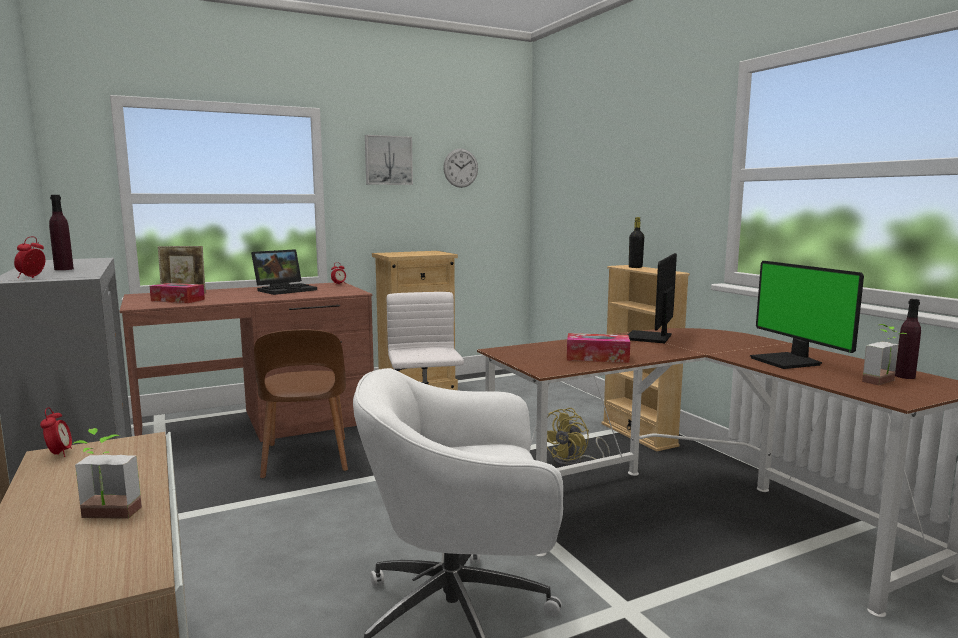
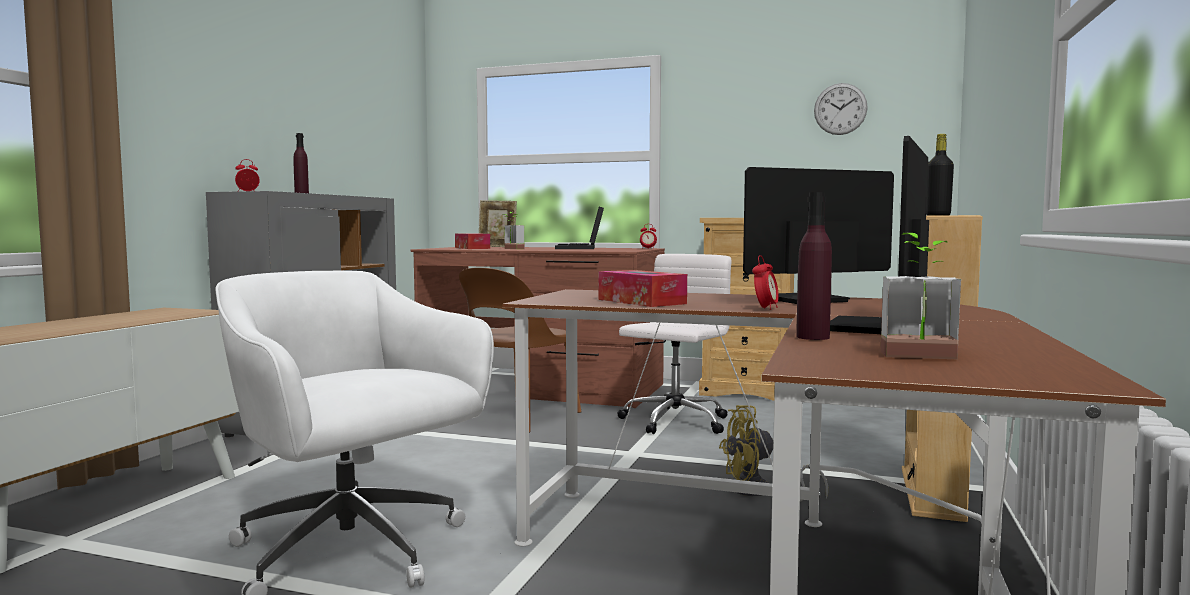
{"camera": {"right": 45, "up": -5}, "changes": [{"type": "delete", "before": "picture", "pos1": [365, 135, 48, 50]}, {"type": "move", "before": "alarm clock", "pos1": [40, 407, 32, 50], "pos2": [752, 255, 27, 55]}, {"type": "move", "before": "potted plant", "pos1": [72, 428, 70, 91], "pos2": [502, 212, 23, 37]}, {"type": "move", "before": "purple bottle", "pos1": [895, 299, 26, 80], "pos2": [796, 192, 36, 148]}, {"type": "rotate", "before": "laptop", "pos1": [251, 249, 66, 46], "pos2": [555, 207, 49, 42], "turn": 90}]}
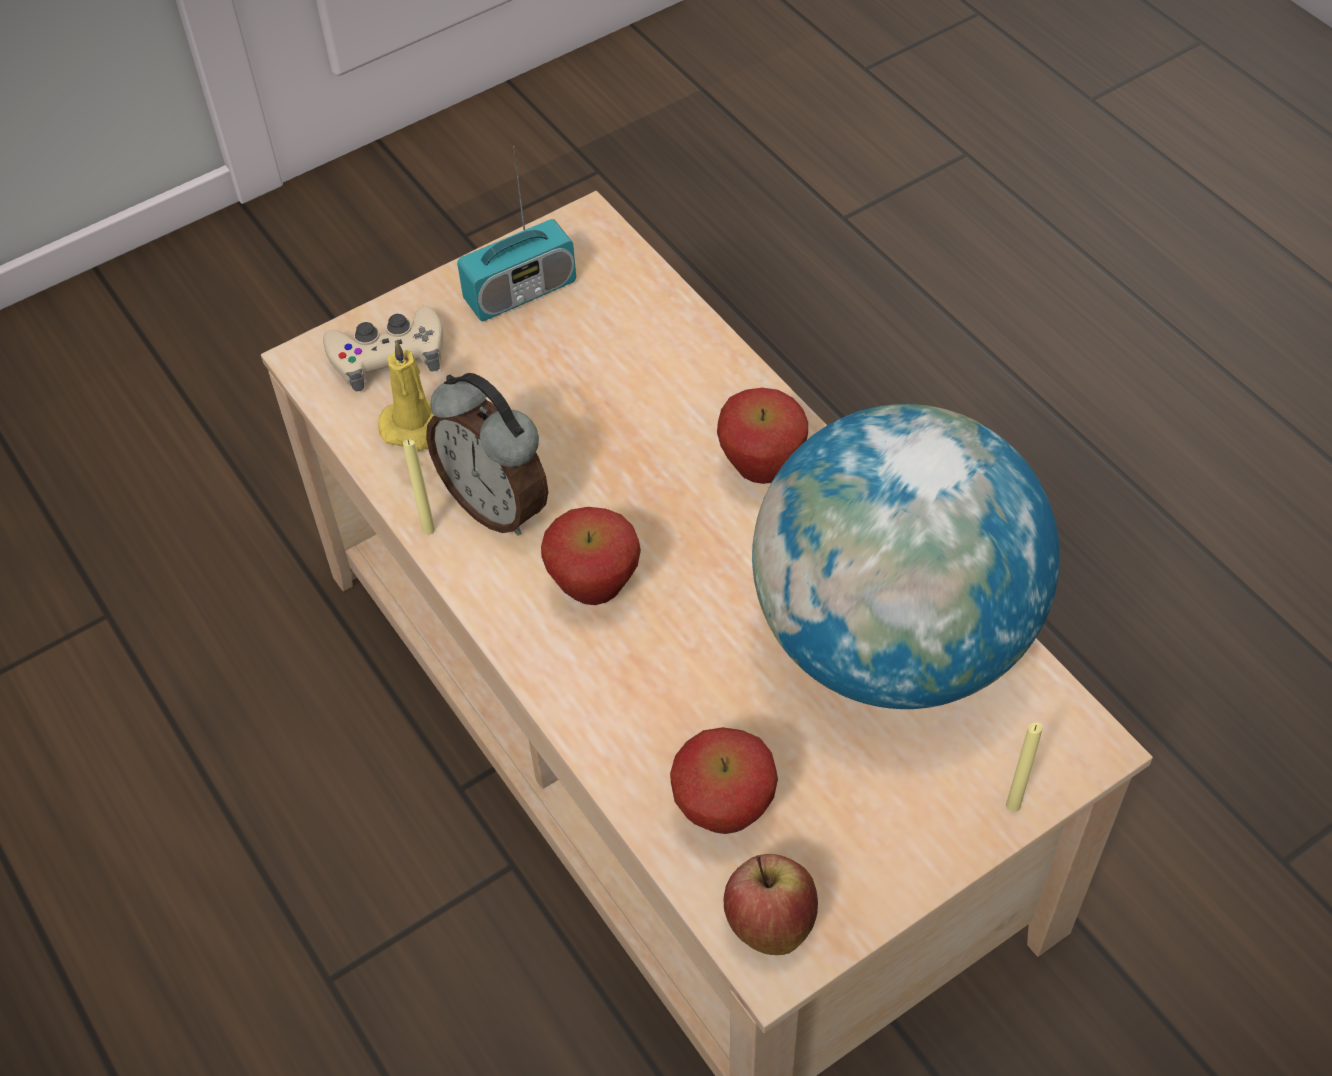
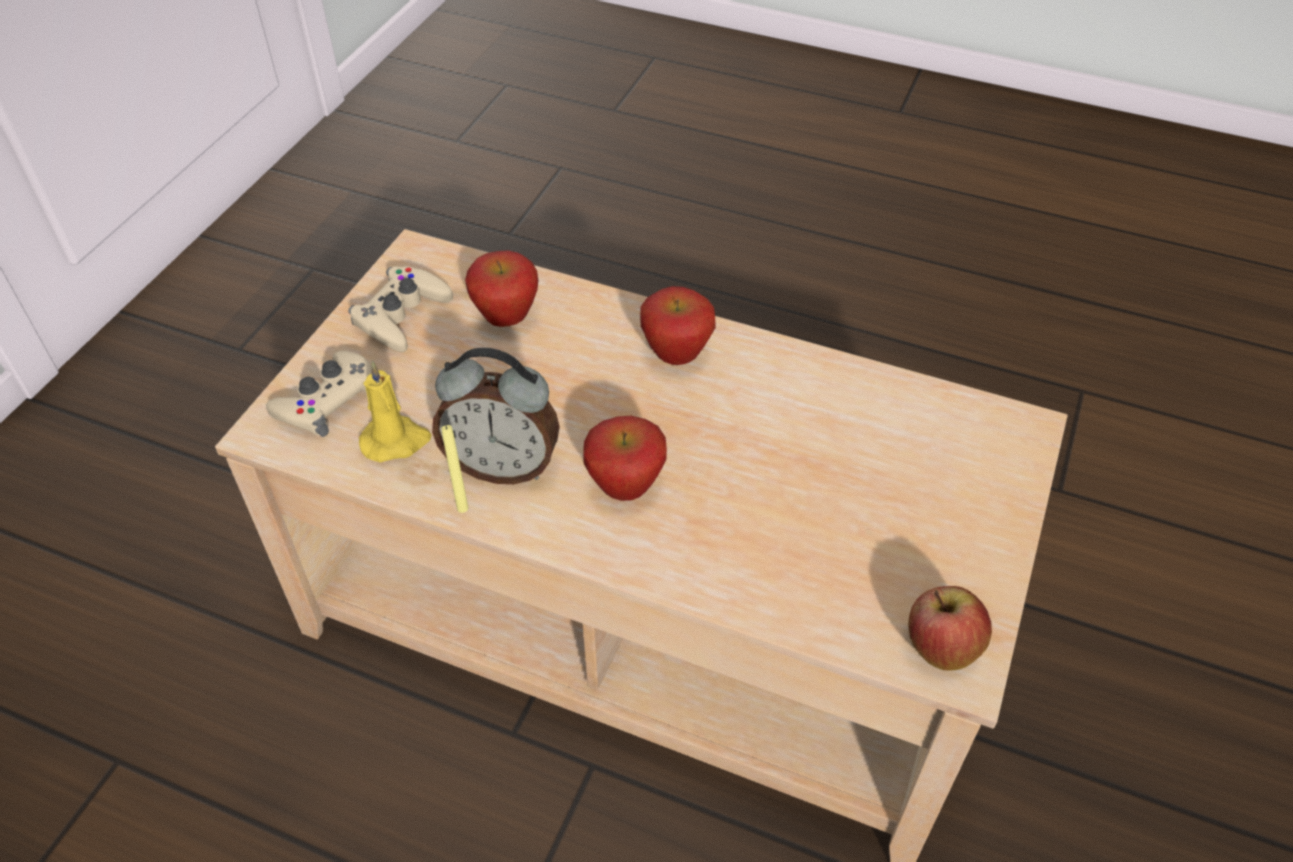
{"camera": {"right": -35, "up": -5}, "changes": [{"type": "delete", "before": "globe", "pos1": [752, 404, 308, 305]}, {"type": "delete", "before": "yellow candle", "pos1": [1006, 723, 36, 89]}, {"type": "move", "before": "apple", "pos1": [670, 727, 108, 107], "pos2": [465, 250, 73, 77]}, {"type": "replace", "before": "radio", "after": "beige game controller", "pos1": [457, 146, 119, 175], "pos2": [348, 266, 105, 86]}]}
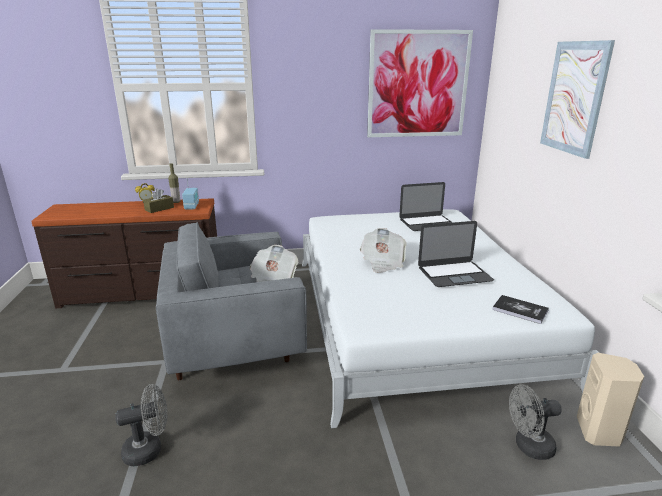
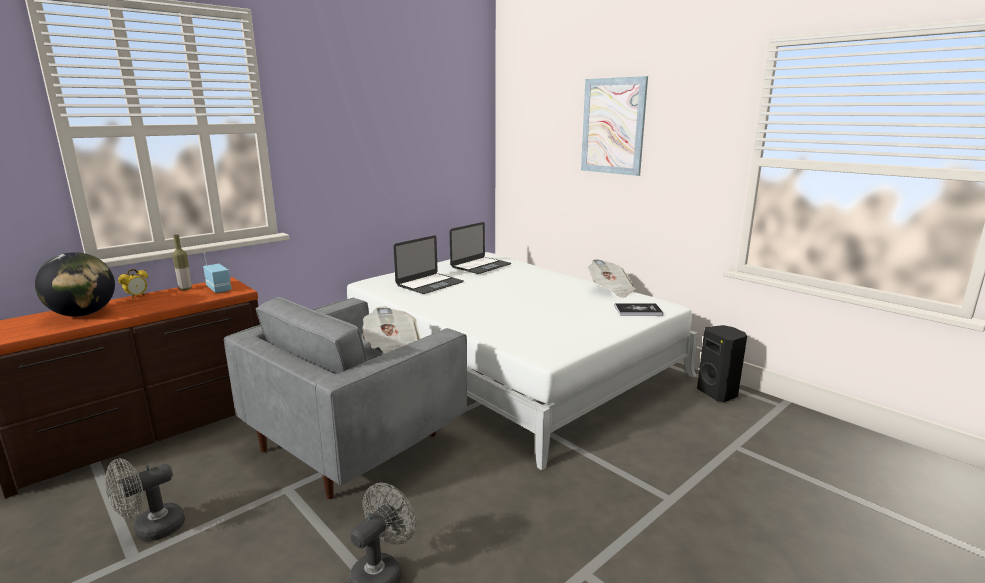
{"camera": {"right": -35, "up": -5}, "changes": [{"type": "delete", "before": "brown tissue box", "pos1": [143, 189, 31, 24]}, {"type": "delete", "before": "picture", "pos1": [367, 29, 106, 108]}, {"type": "insert", "after": "globe", "pos2": [35, 252, 80, 65]}, {"type": "move", "before": "newspaper", "pos1": [360, 228, 47, 45], "pos2": [588, 259, 48, 39]}, {"type": "move", "before": "laptop", "pos1": [418, 221, 76, 66], "pos2": [393, 235, 71, 59]}, {"type": "move", "before": "grey fan", "pos1": [509, 384, 53, 76], "pos2": [105, 458, 80, 83]}, {"type": "recolor", "before": "beige speaker", "after": "black speaker", "pos1": [577, 353, 67, 94], "pos2": [697, 325, 50, 77]}]}
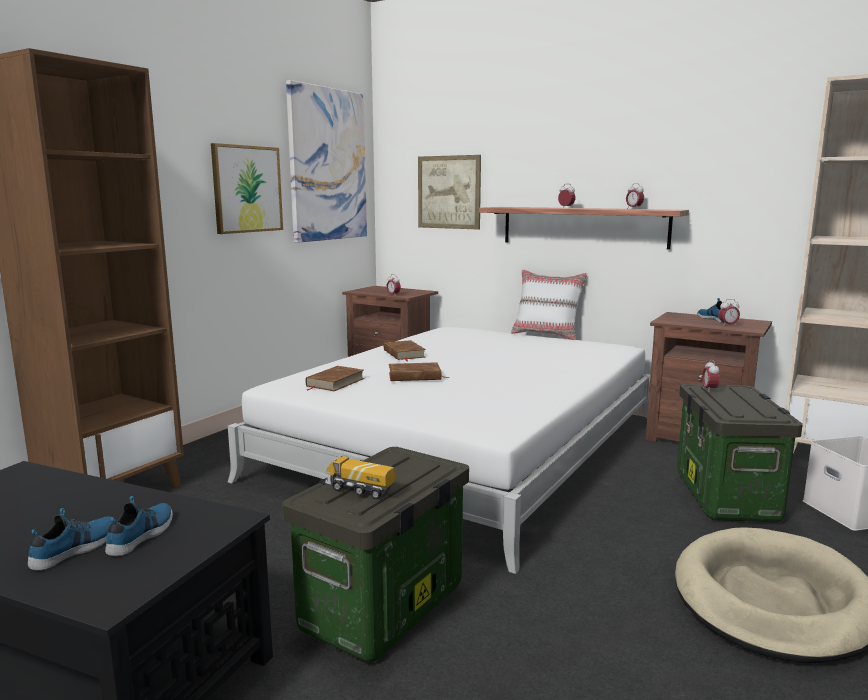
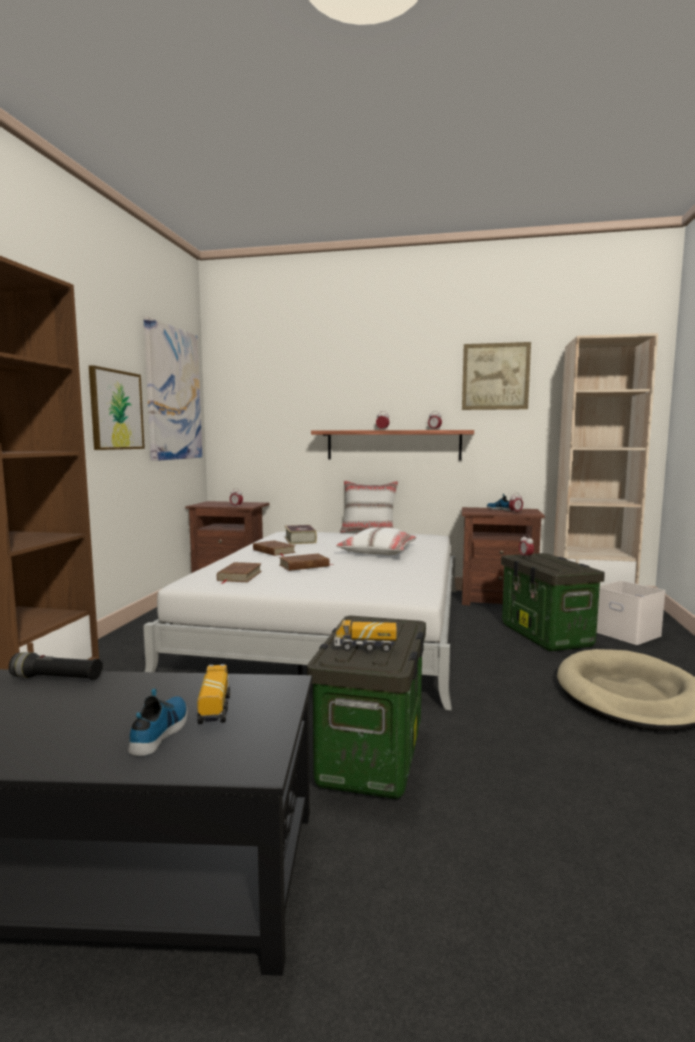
{"camera": {"right": -20, "up": -5}, "changes": [{"type": "insert", "after": "black flashlight", "pos2": [9, 652, 94, 28]}, {"type": "insert", "after": "book", "pos2": [284, 525, 33, 19]}, {"type": "insert", "after": "white pillow", "pos2": [336, 527, 80, 28]}, {"type": "move", "before": "picture", "pos1": [418, 155, 63, 75], "pos2": [462, 342, 69, 68]}, {"type": "replace", "before": "shoe", "after": "toy truck", "pos1": [105, 496, 68, 60], "pos2": [197, 664, 33, 60]}]}
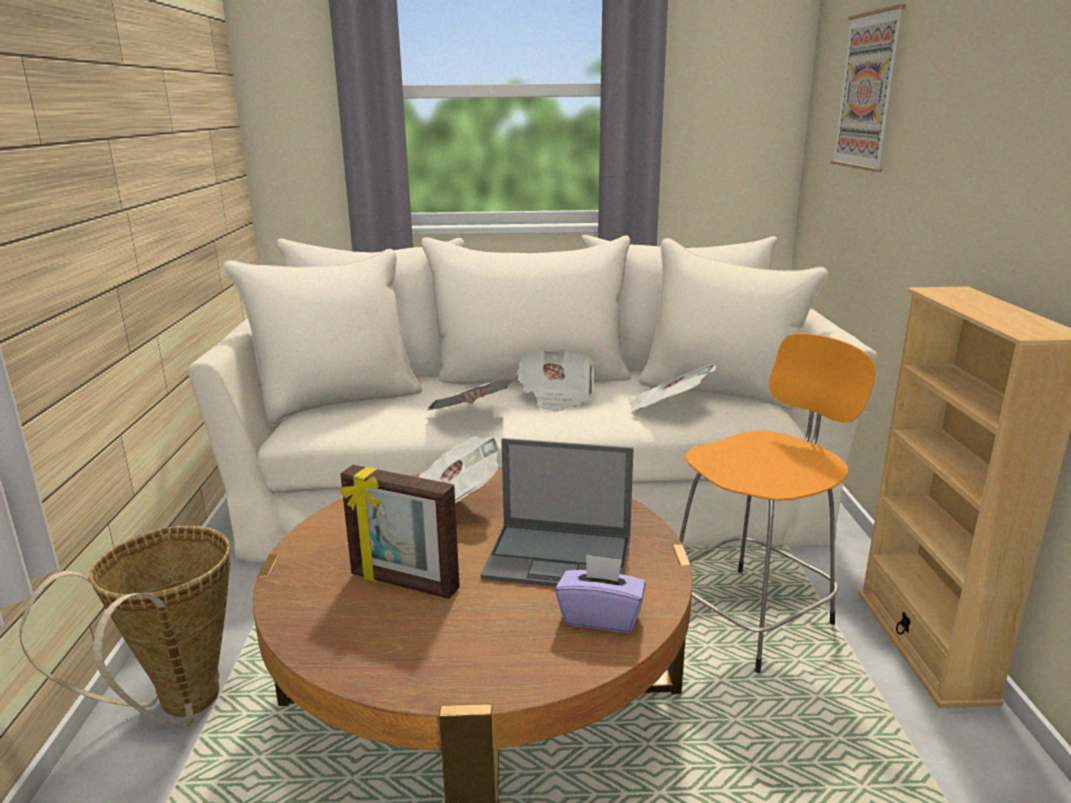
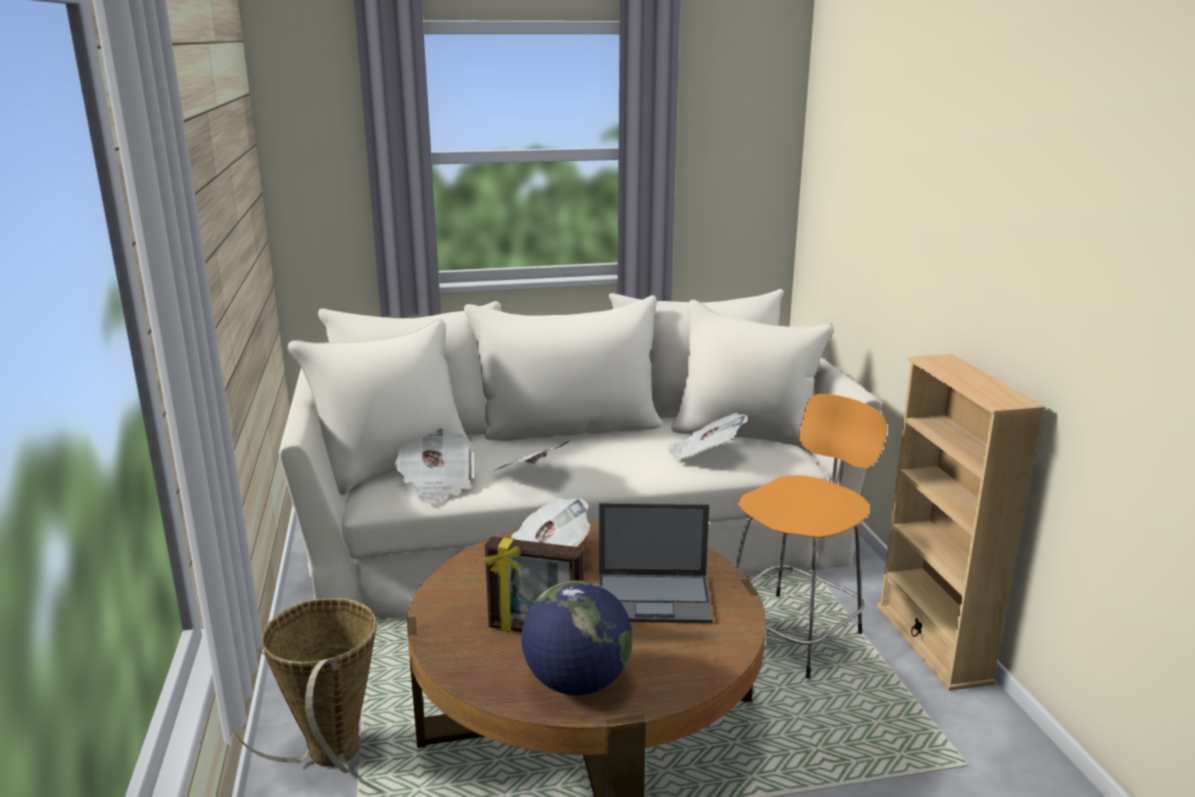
{"camera": {"right": -10, "up": 0}, "changes": [{"type": "delete", "before": "purple tissue box", "pos1": [555, 554, 91, 79]}, {"type": "delete", "before": "picture", "pos1": [831, 5, 75, 167]}, {"type": "insert", "after": "globe", "pos2": [522, 580, 111, 115]}, {"type": "move", "before": "newspaper", "pos1": [516, 350, 79, 63], "pos2": [395, 428, 79, 75]}]}
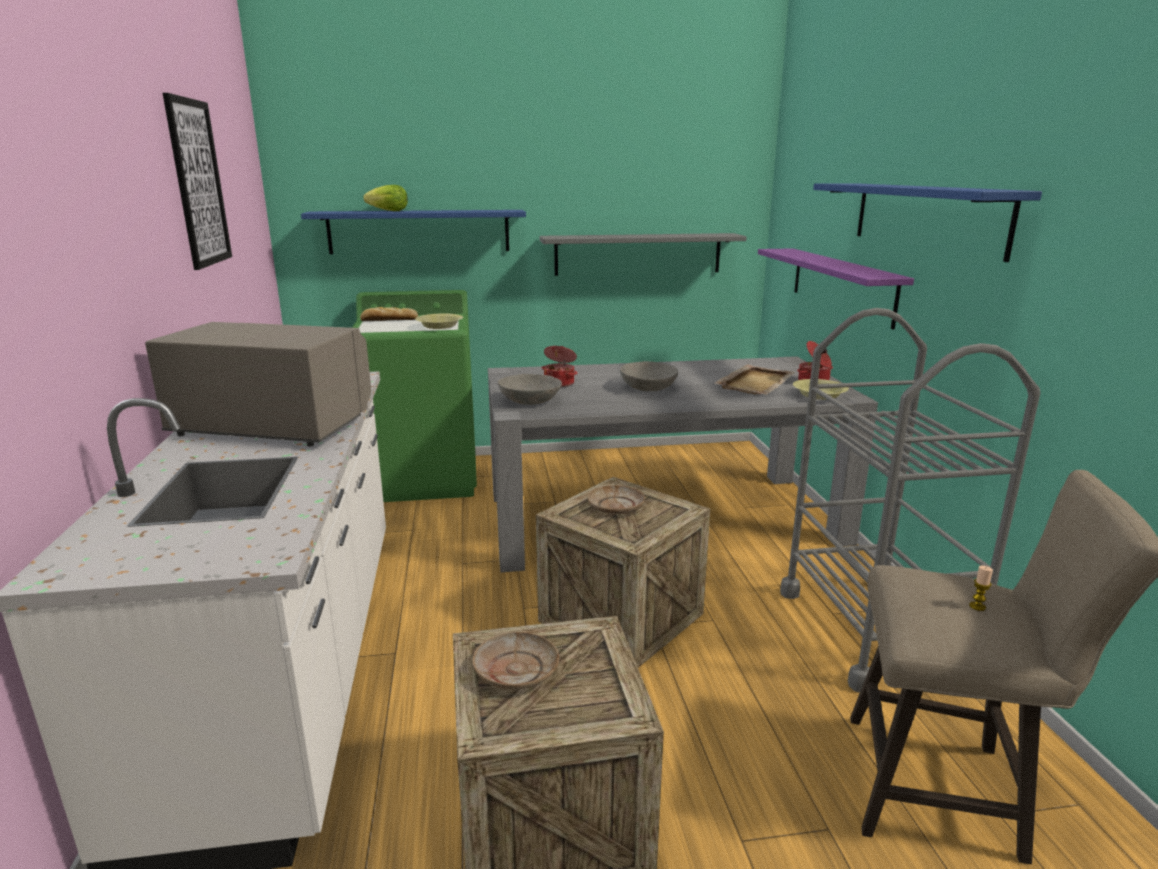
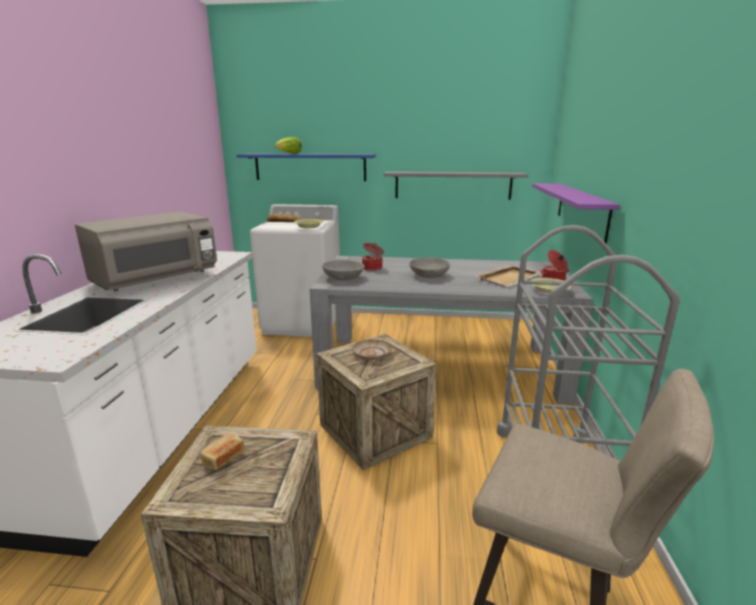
{"camera": {"right": 15, "up": 0}, "changes": [{"type": "delete", "before": "picture", "pos1": [163, 93, 69, 177]}, {"type": "delete", "before": "blue shelf", "pos1": [813, 183, 229, 79]}, {"type": "delete", "before": "candle", "pos1": [969, 566, 24, 45]}, {"type": "replace", "before": "beige plate", "after": "bread", "pos1": [472, 632, 87, 58], "pos2": [200, 433, 45, 37]}, {"type": "recolor", "before": "green washing machine", "after": "white washing machine", "pos1": [352, 290, 125, 212], "pos2": [250, 204, 90, 133]}, {"type": "rotate", "before": "grey microwave", "pos1": [145, 322, 226, 125], "pos2": [75, 212, 142, 79], "turn": 105}]}
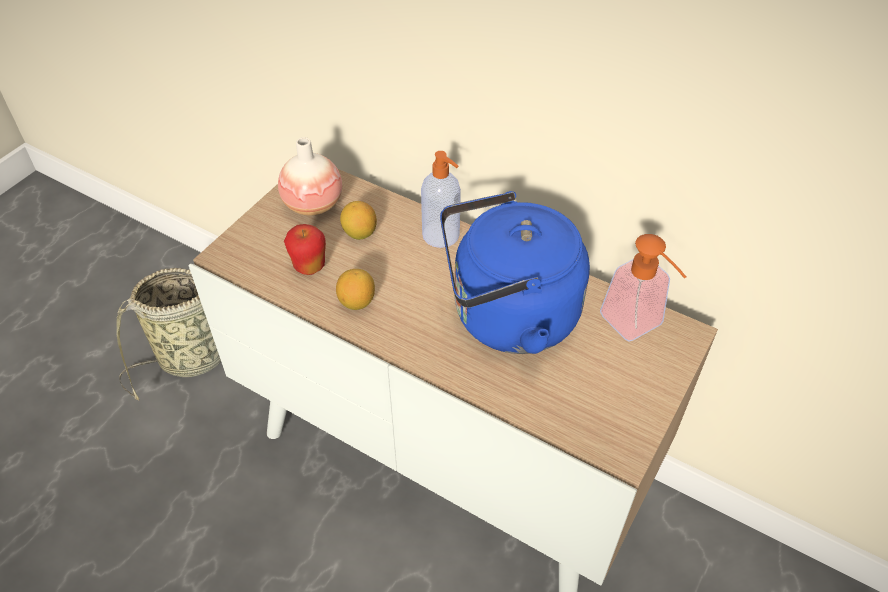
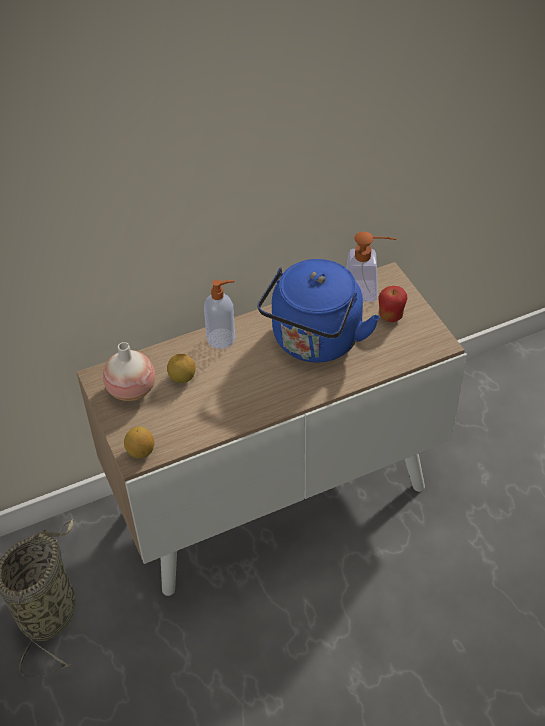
{"camera": {"right": -55, "up": 0}, "changes": [{"type": "move", "before": "apple", "pos1": [284, 224, 42, 51], "pos2": [378, 286, 29, 36]}, {"type": "move", "before": "lemon", "pos1": [336, 269, 39, 41], "pos2": [124, 426, 30, 33]}]}
